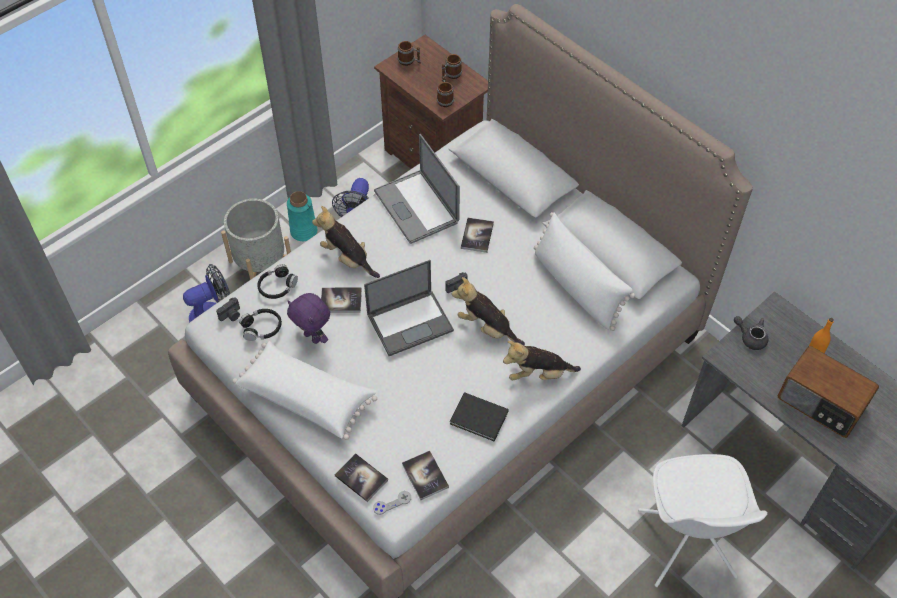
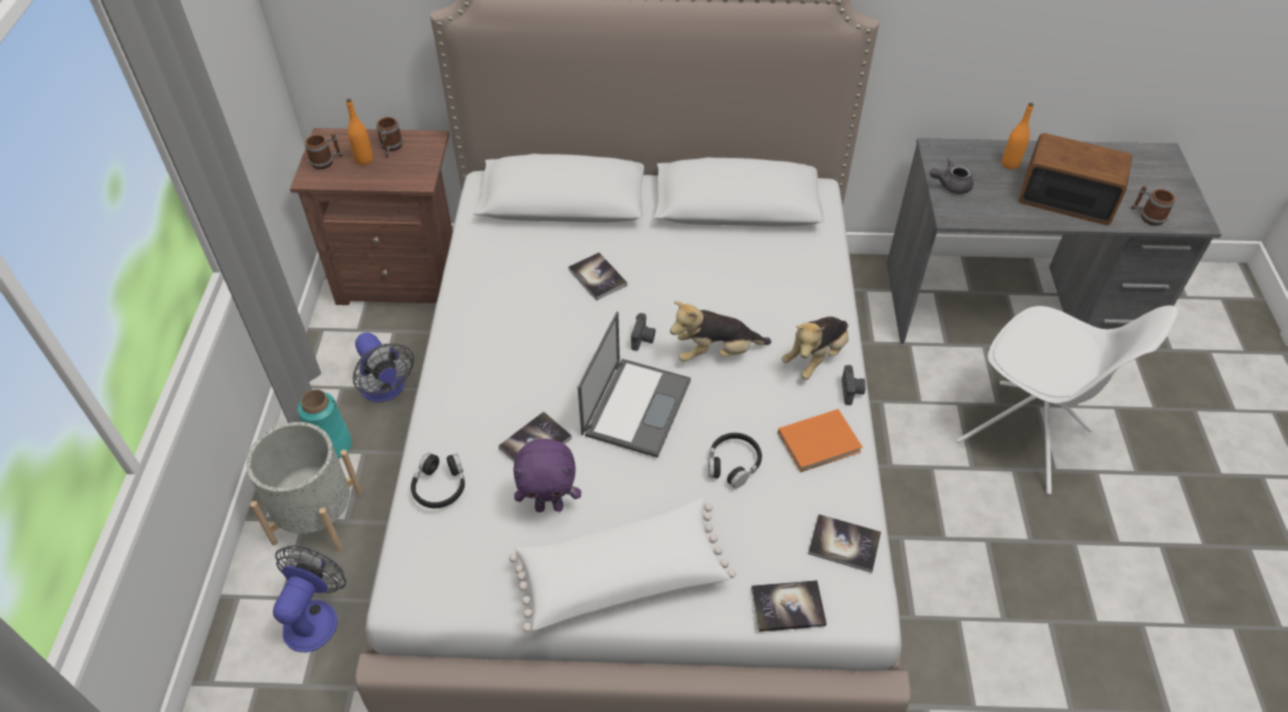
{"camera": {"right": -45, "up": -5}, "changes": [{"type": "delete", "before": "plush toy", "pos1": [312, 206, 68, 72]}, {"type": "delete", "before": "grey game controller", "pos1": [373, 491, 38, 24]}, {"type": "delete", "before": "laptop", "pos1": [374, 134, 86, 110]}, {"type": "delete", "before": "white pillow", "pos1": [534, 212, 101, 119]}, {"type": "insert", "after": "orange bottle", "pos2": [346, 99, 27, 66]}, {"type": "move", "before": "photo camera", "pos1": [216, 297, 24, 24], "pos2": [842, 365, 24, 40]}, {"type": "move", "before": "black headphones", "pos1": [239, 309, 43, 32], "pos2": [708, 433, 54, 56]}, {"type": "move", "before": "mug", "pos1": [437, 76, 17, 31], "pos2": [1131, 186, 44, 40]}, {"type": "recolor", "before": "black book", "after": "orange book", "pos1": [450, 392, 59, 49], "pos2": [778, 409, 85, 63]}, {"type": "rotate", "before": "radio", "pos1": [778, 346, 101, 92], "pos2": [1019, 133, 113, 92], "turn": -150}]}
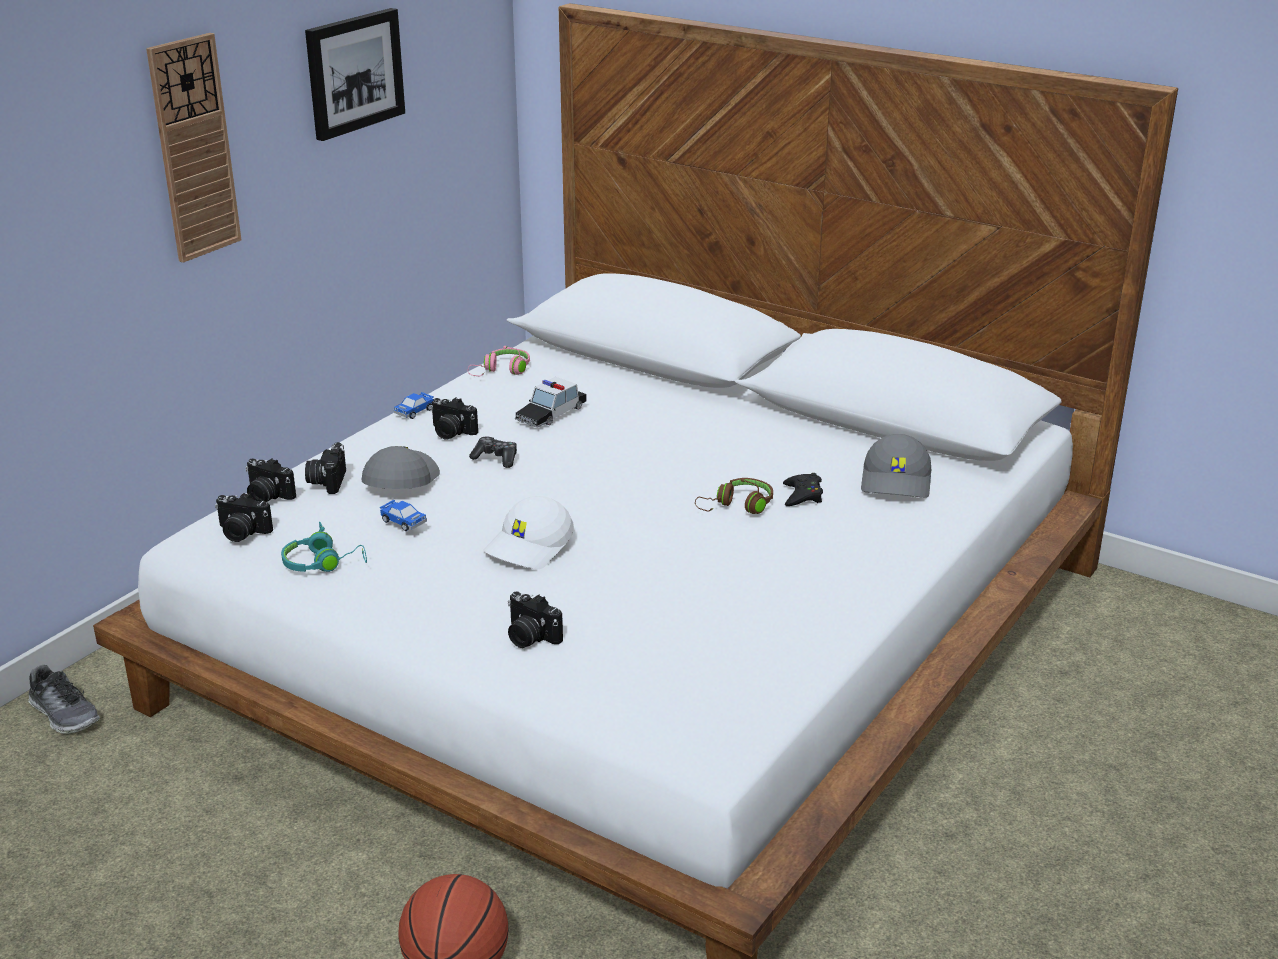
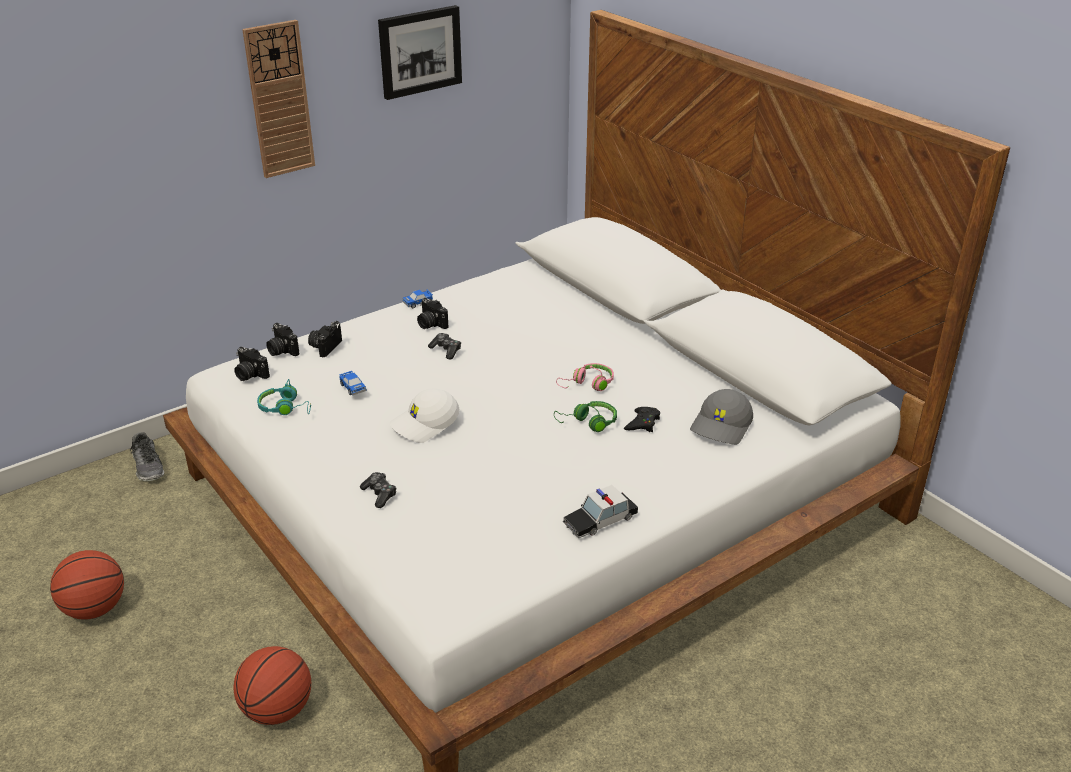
{"camera": {"right": 20, "up": 5}, "changes": [{"type": "delete", "before": "grey cap", "pos1": [361, 446, 79, 43]}, {"type": "insert", "after": "basketball", "pos2": [50, 550, 74, 70]}, {"type": "move", "before": "pink headphones", "pos1": [468, 346, 62, 30], "pos2": [556, 363, 58, 28]}, {"type": "move", "before": "toy car", "pos1": [515, 377, 72, 51], "pos2": [563, 485, 75, 53]}, {"type": "replace", "before": "photo camera", "after": "game controller", "pos1": [508, 591, 55, 57], "pos2": [360, 472, 36, 36]}, {"type": "recolor", "before": "brown headphones", "after": "green headphones", "pos1": [695, 478, 78, 36], "pos2": [554, 401, 63, 31]}]}
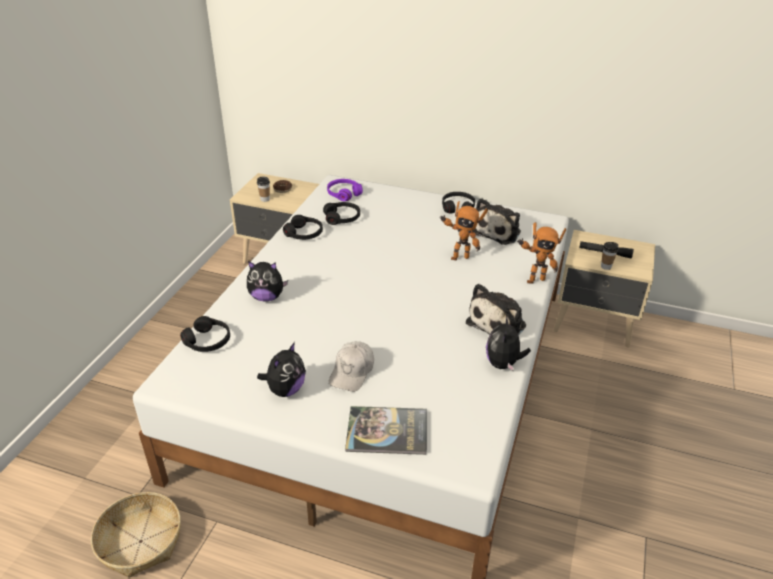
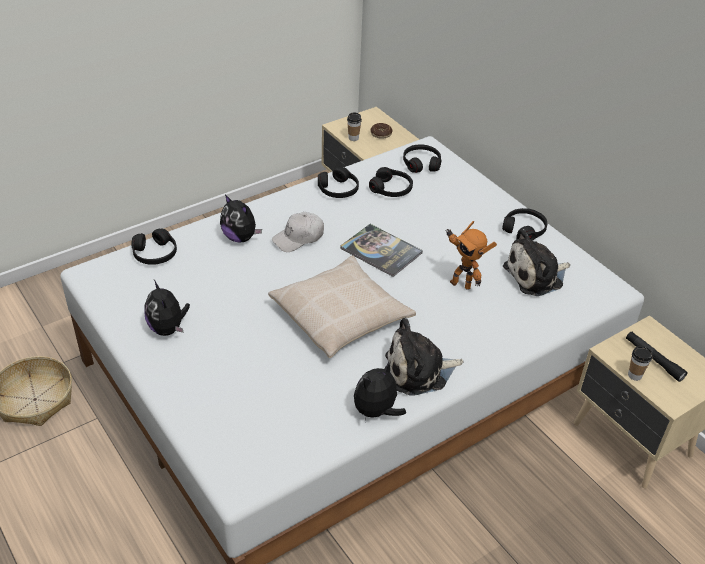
{"camera": {"right": 35, "up": 5}, "changes": [{"type": "delete", "before": "toy robot", "pos1": [517, 222, 49, 62]}, {"type": "insert", "after": "beige pillow", "pos2": [268, 255, 148, 103]}, {"type": "move", "before": "white cap", "pos1": [329, 341, 45, 51], "pos2": [272, 212, 52, 40]}, {"type": "move", "before": "book", "pos1": [345, 406, 82, 49], "pos2": [340, 224, 83, 53]}, {"type": "recolor", "before": "purple headphones", "after": "black headphones", "pos1": [327, 179, 36, 22], "pos2": [403, 145, 38, 28]}, {"type": "rotate", "before": "plush toy", "pos1": [257, 342, 49, 55], "pos2": [144, 280, 46, 56], "turn": 90}]}
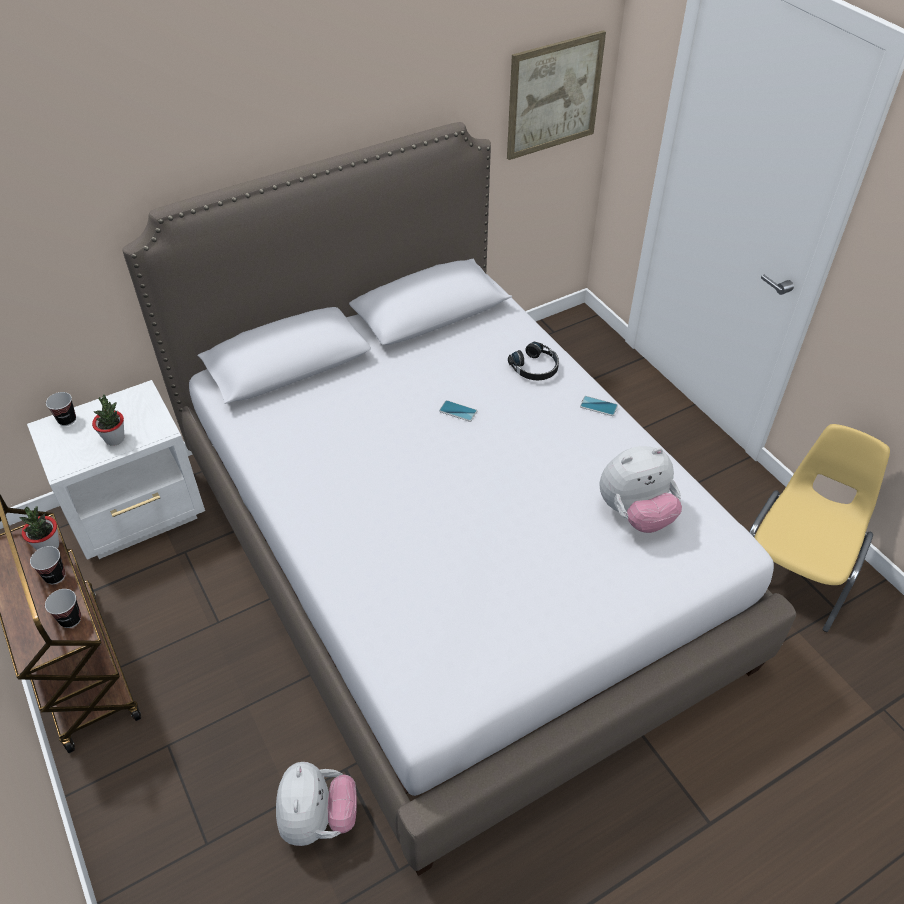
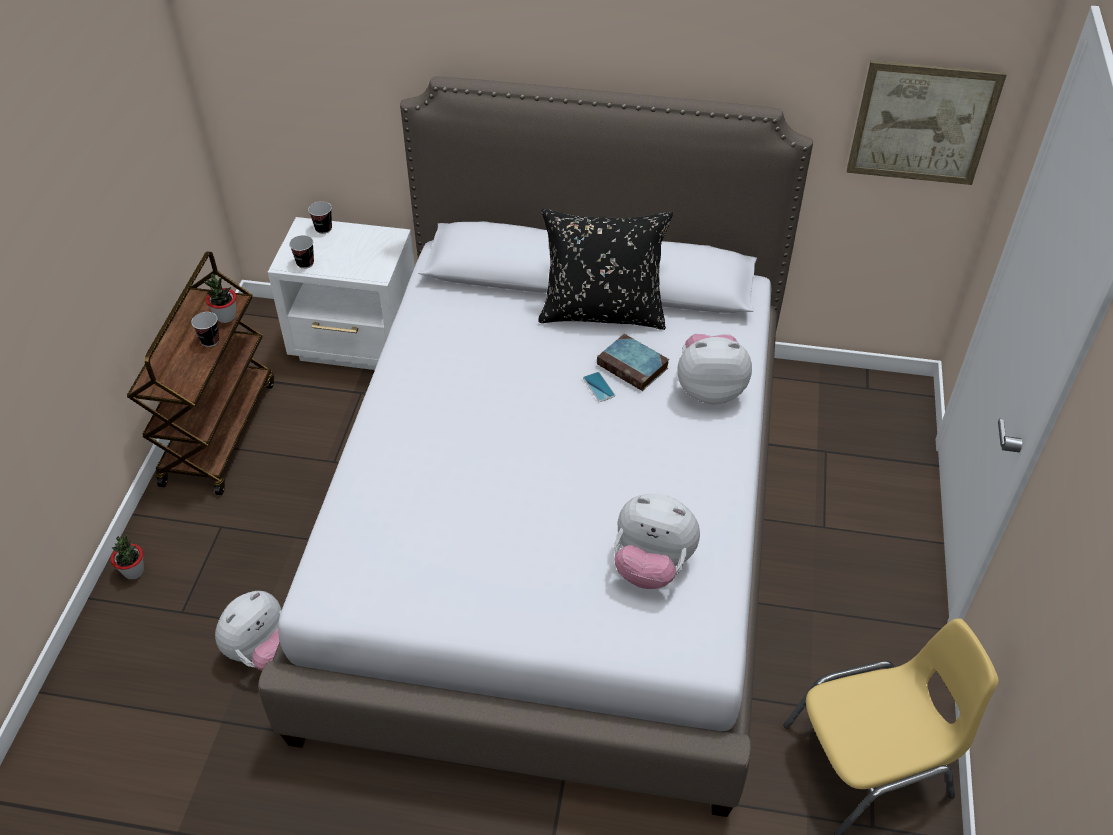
{"camera": {"right": 40, "up": 0}, "changes": [{"type": "delete", "before": "phone", "pos1": [580, 396, 38, 20]}, {"type": "insert", "after": "black pillow", "pos2": [538, 208, 135, 122]}, {"type": "insert", "after": "book", "pos2": [597, 334, 72, 57]}, {"type": "move", "before": "cup", "pos1": [45, 589, 36, 39], "pos2": [289, 235, 25, 34]}, {"type": "move", "before": "potted plant", "pos1": [92, 394, 32, 52], "pos2": [111, 534, 33, 46]}, {"type": "replace", "before": "black headphones", "after": "plush toy", "pos1": [508, 342, 51, 38], "pos2": [677, 334, 75, 70]}]}
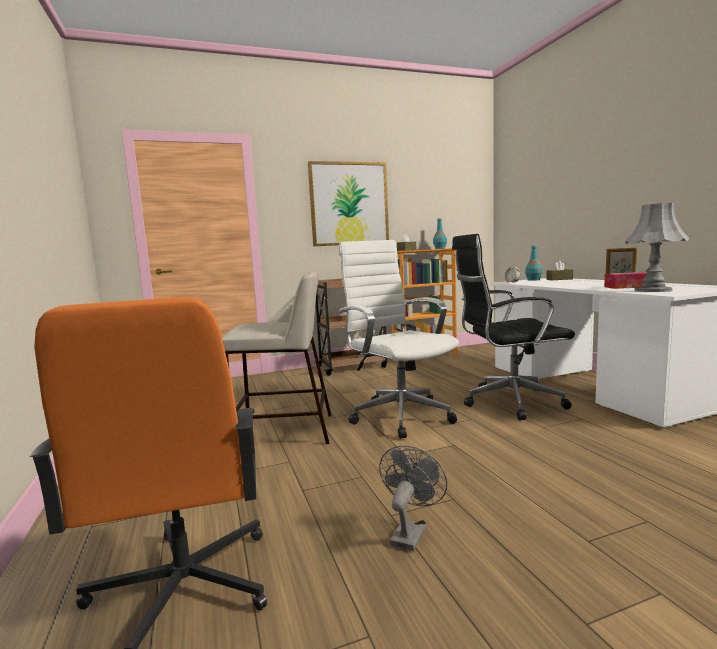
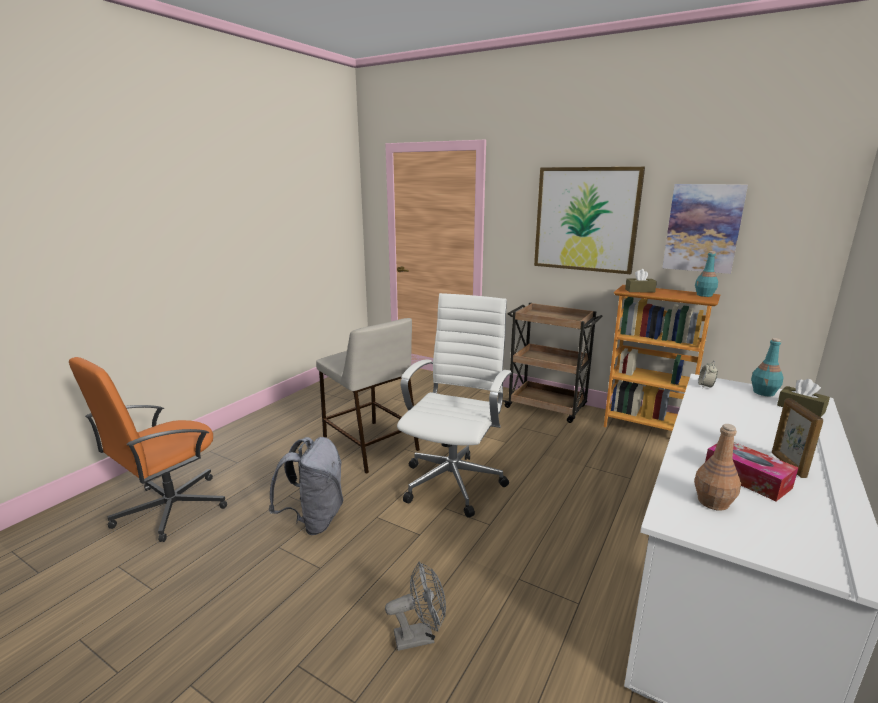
{"camera": {"right": 50, "up": 10}, "changes": [{"type": "delete", "before": "black office chair", "pos1": [452, 234, 123, 187]}, {"type": "insert", "after": "grey backpack", "pos2": [269, 437, 74, 98]}, {"type": "insert", "after": "picture", "pos2": [662, 184, 86, 90]}, {"type": "move", "before": "grey fan", "pos1": [379, 445, 68, 106], "pos2": [385, 562, 61, 89]}, {"type": "replace", "before": "grey table lamp", "after": "brown bottle", "pos1": [625, 203, 64, 89], "pos2": [694, 424, 47, 87]}]}
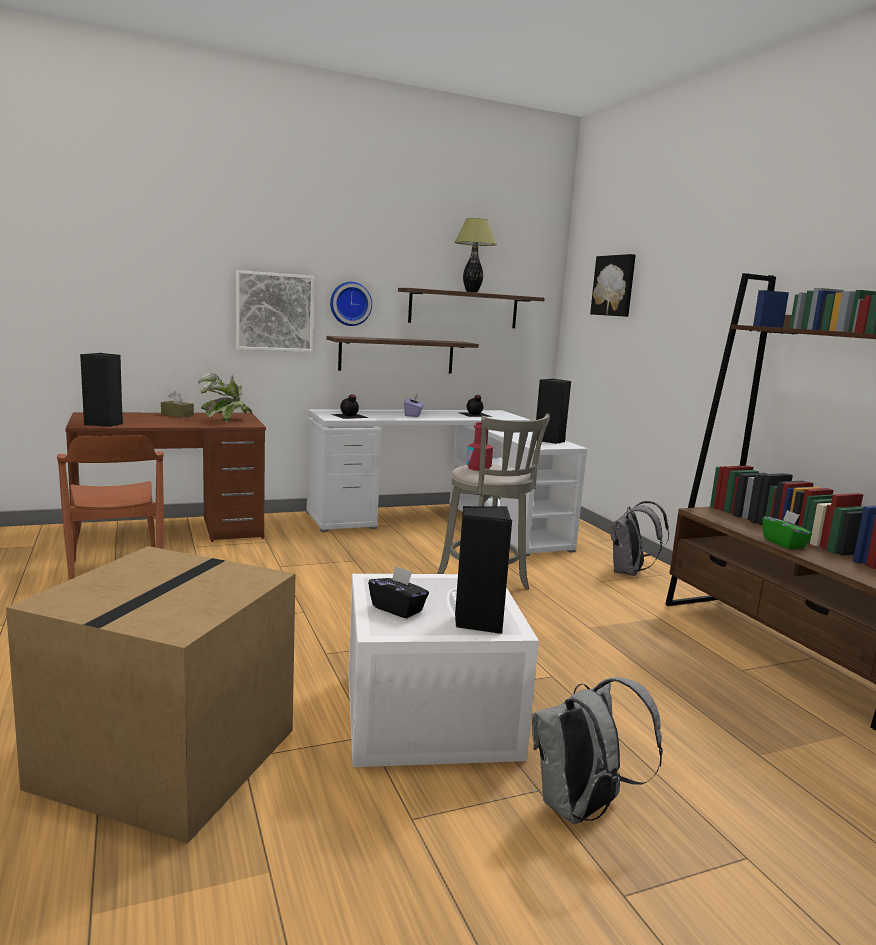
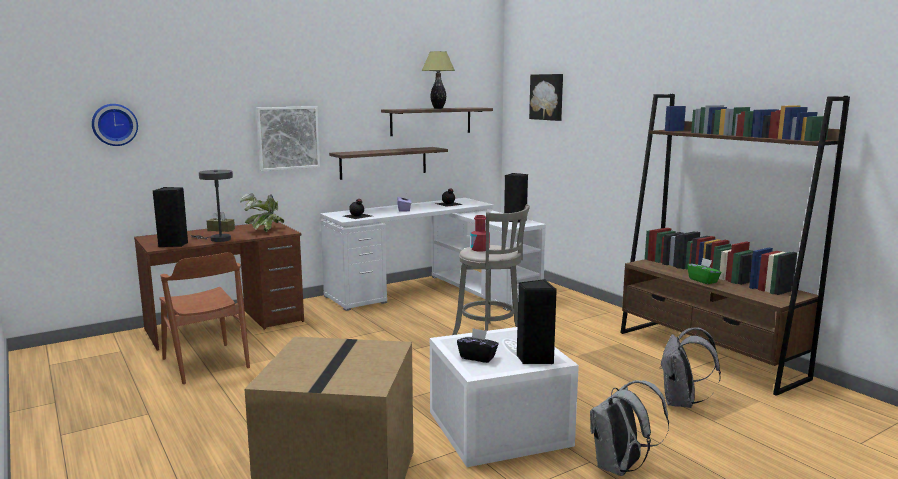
{"camera": {"right": -10, "up": 0}, "changes": [{"type": "insert", "after": "grey table lamp", "pos2": [191, 170, 42, 72]}, {"type": "move", "before": "wall clock", "pos1": [330, 282, 42, 44], "pos2": [92, 104, 46, 42]}, {"type": "move", "before": "grey backpack", "pos1": [611, 501, 58, 75], "pos2": [661, 327, 60, 81]}]}
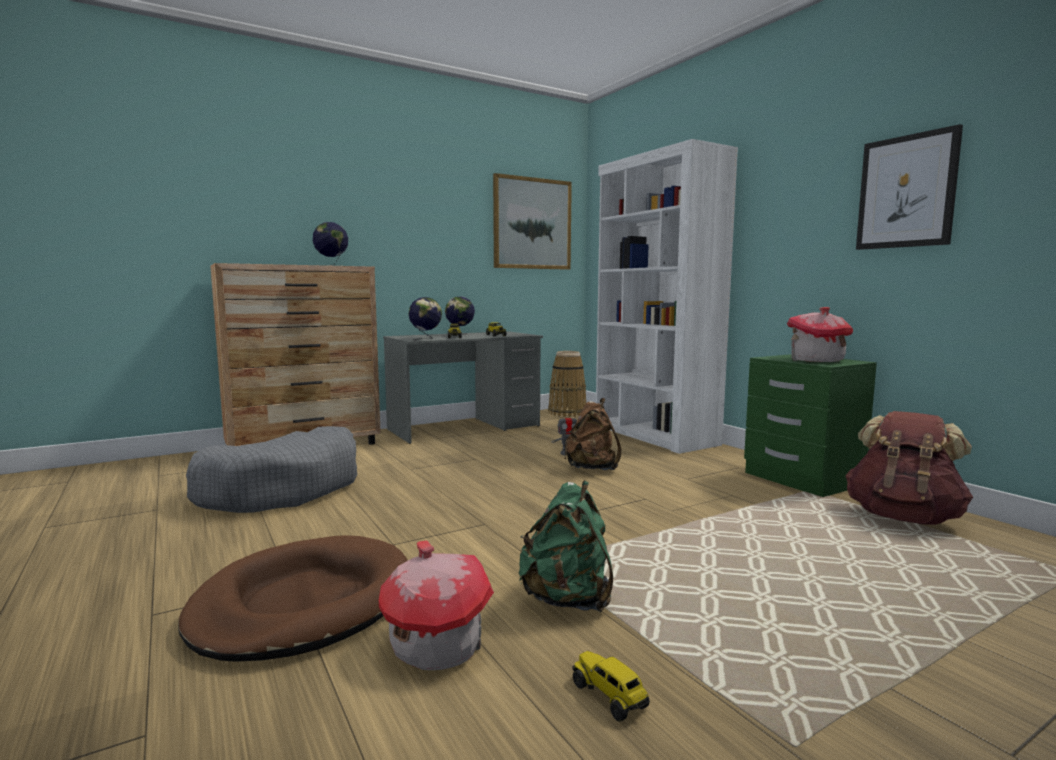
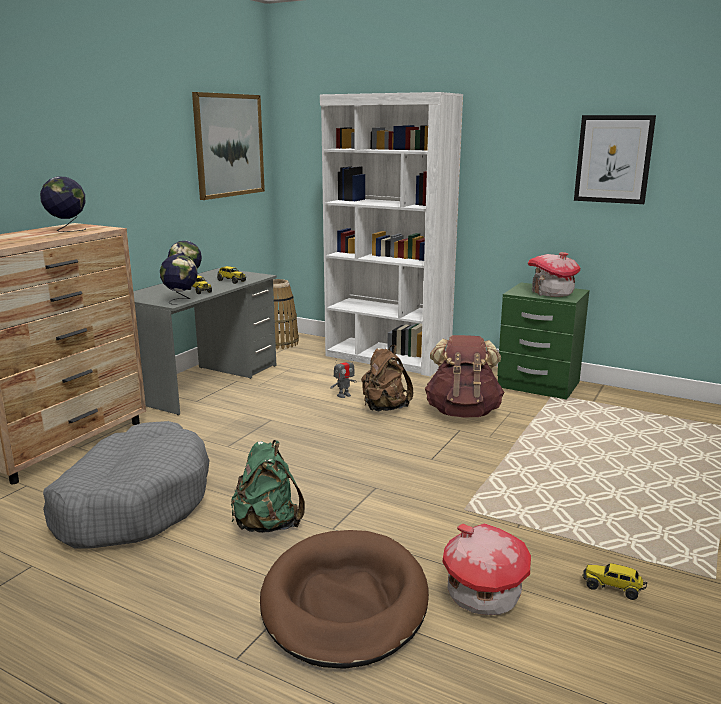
{"camera": {"right": -30, "up": 10}, "changes": [{"type": "move", "before": "green backpack", "pos1": [519, 481, 94, 131], "pos2": [231, 440, 74, 93]}, {"type": "move", "before": "brown backpack", "pos1": [845, 411, 128, 114], "pos2": [425, 335, 79, 82]}]}
